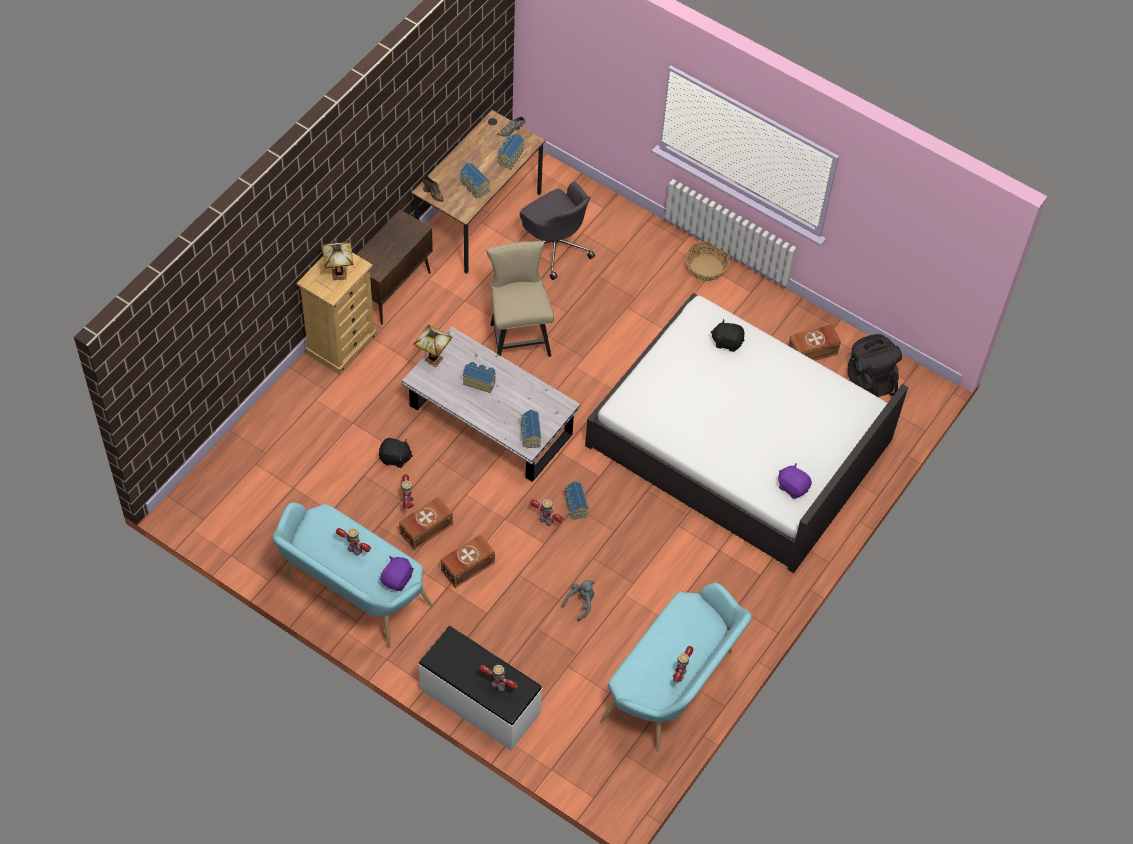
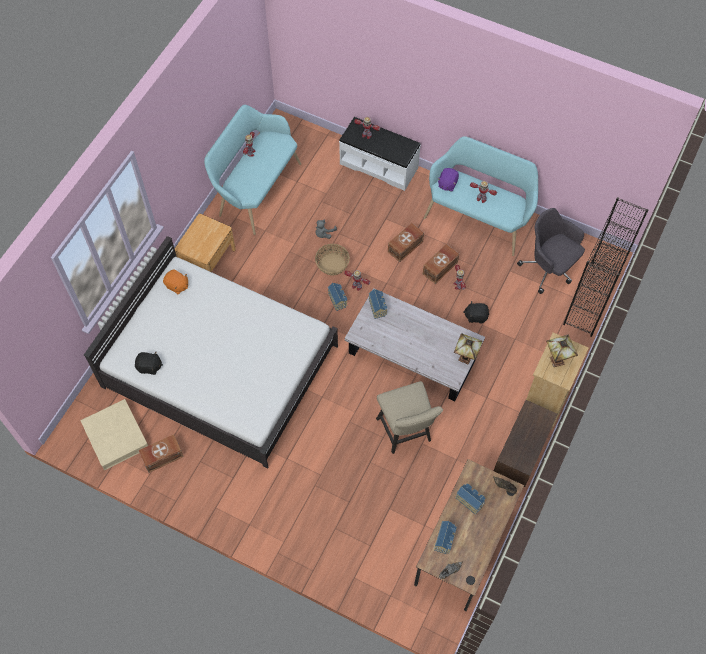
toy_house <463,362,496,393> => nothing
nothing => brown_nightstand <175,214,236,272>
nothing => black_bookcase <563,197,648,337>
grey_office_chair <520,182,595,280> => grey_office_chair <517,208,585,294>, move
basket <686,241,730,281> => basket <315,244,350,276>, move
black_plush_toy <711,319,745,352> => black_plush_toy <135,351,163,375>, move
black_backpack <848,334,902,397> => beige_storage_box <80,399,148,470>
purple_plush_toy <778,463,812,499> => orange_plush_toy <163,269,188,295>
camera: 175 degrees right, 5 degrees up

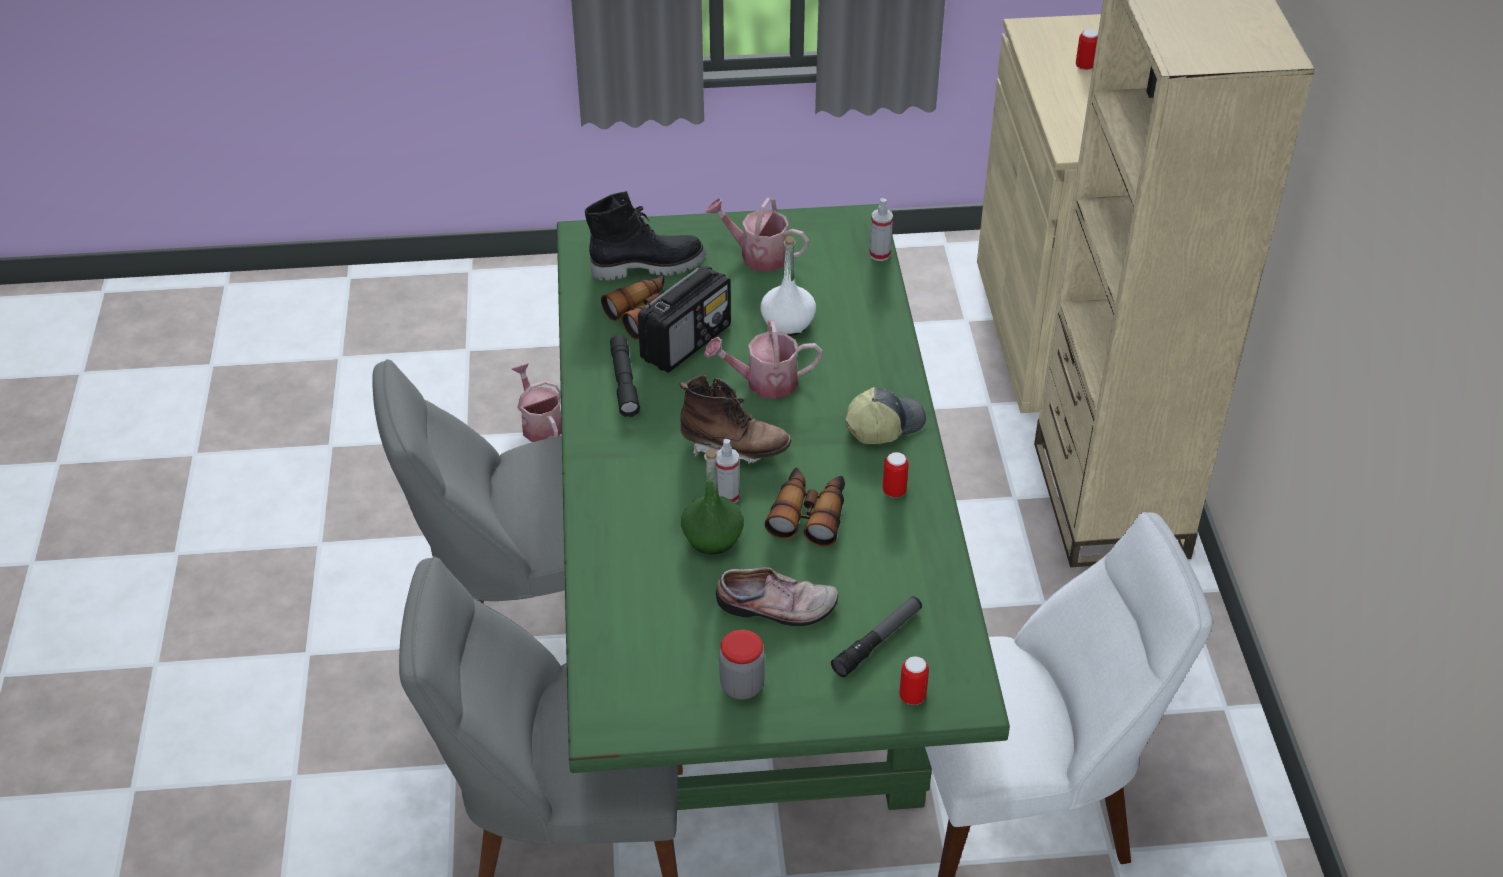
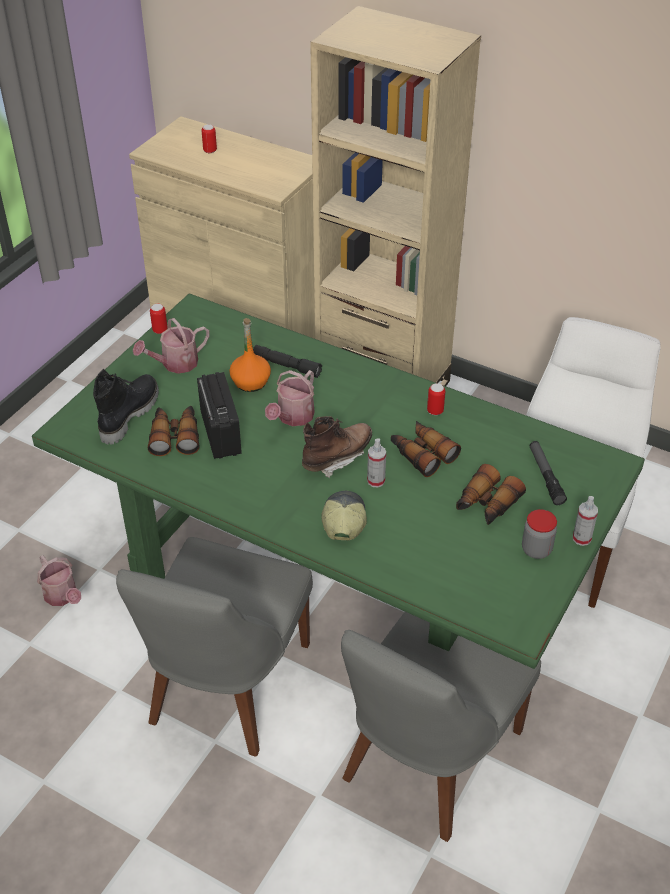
green_bottle <681,448,744,554> => nothing
black_flashlight <610,335,640,417> => black_flashlight <253,345,322,378>, move
cap <845,387,926,444> => cap <321,491,367,540>, move
spray_bottle <869,198,893,261> => spray_bottle <573,496,598,546>, move
can <899,656,929,705> => can <150,304,168,334>, move
shoe <716,567,838,626> => binoculars <456,464,526,525>
white_bottle <761,236,816,336> => orange_bottle <229,318,271,392>
watering_can <512,363,562,442> => watering_can <37,555,81,606>, 135 degrees counterclockwise
camera: 55 degrees left, 0 degrees up

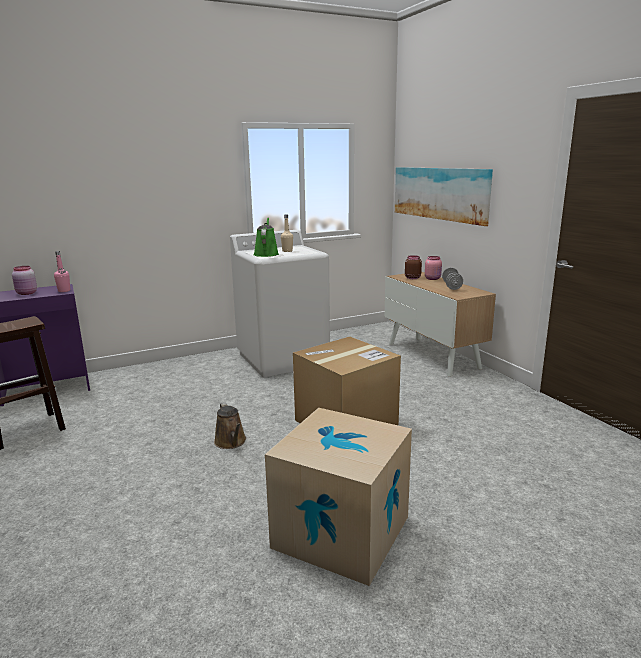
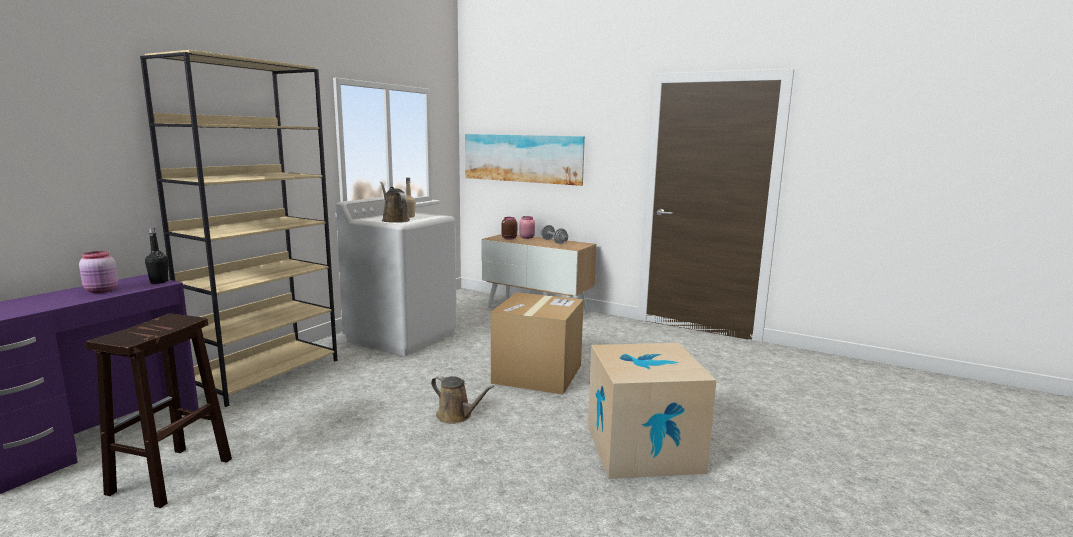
nothing => beige_bookcase <140,50,338,407>
pink_bottle <54,251,70,292> => black_bottle <145,228,168,284>
green_watering_can <253,217,279,257> => brown_watering_can <380,182,410,223>
camera: 35 degrees left, 5 degrees down

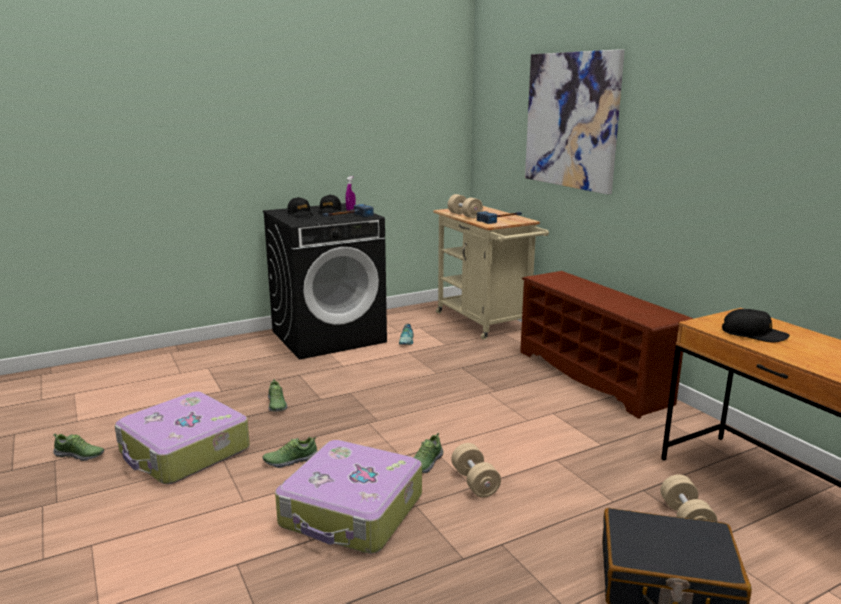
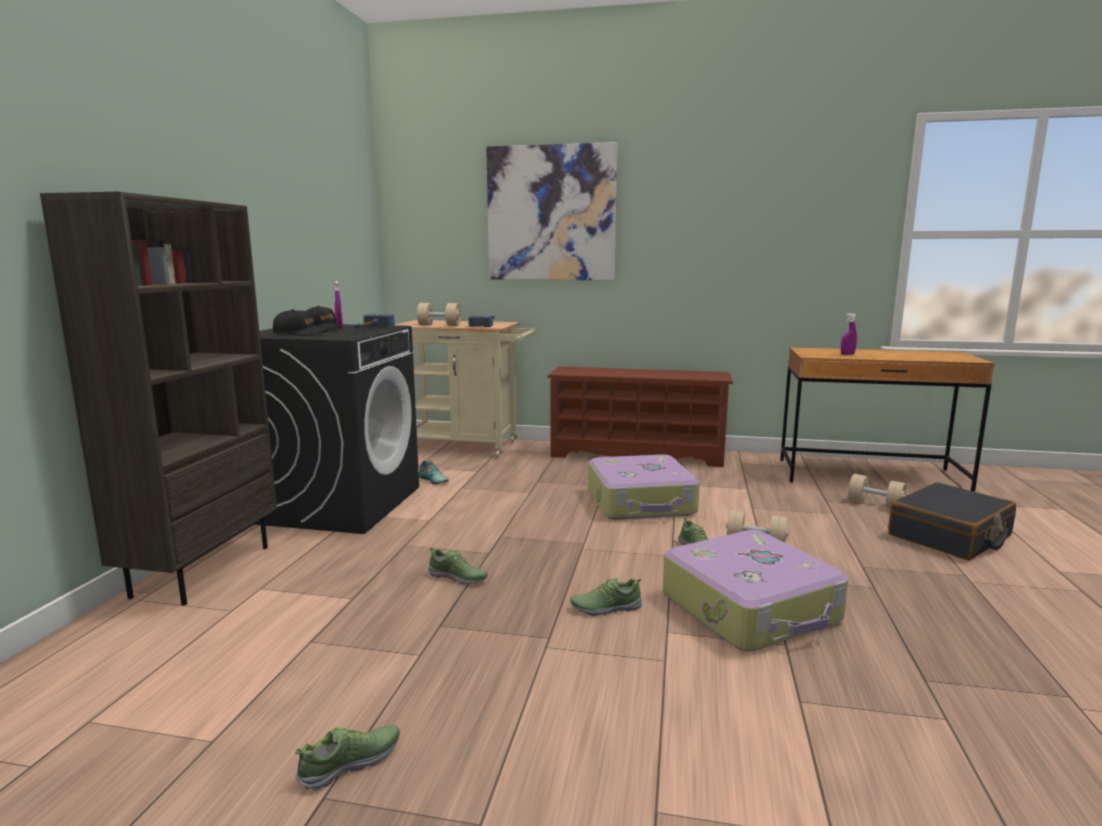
nothing => brown_bookcase <40,192,277,605>
suitcase <115,391,250,484> => suitcase <588,454,700,520>, move
black_cap <722,309,790,342> => purple_spray_bottle <841,313,857,355>
shoe <263,437,317,468> => shoe <570,578,642,616>, 60 degrees clockwise
camera: 50 degrees left, 5 degrees down

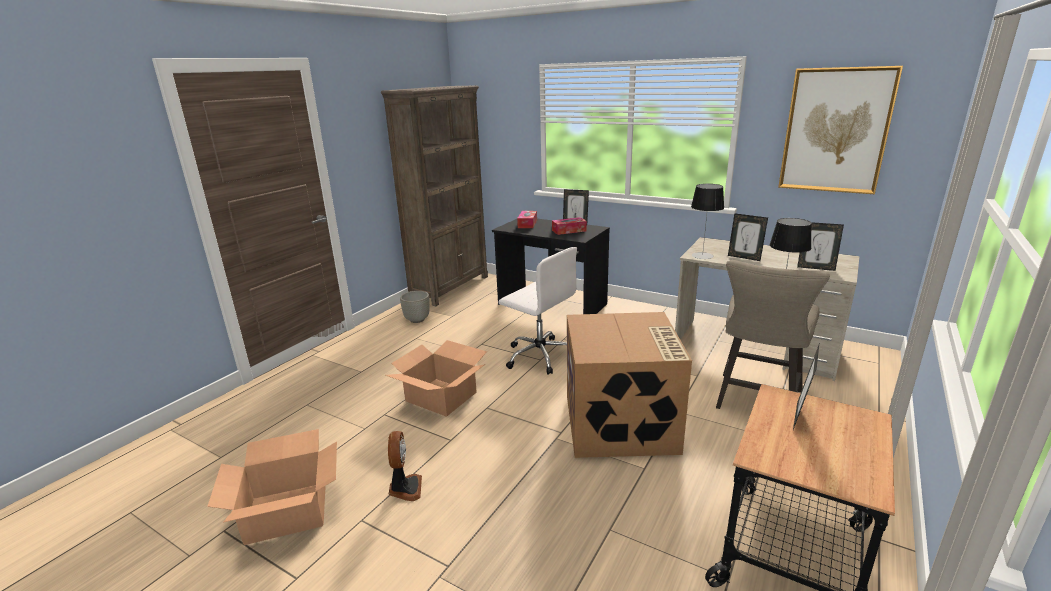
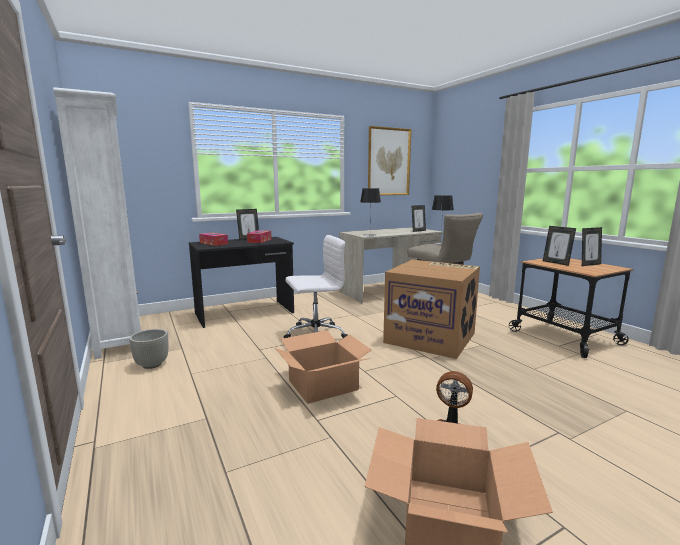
picture_frame <728,213,768,261> => picture_frame <582,227,602,266>, move
brown_bookcase <381,86,488,306> => white_bookcase <53,87,141,359>
camera: 60 degrees left, 10 degrees down

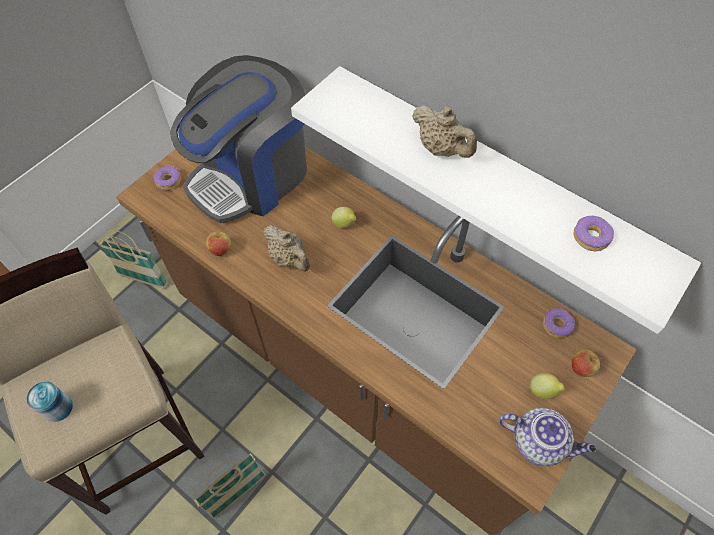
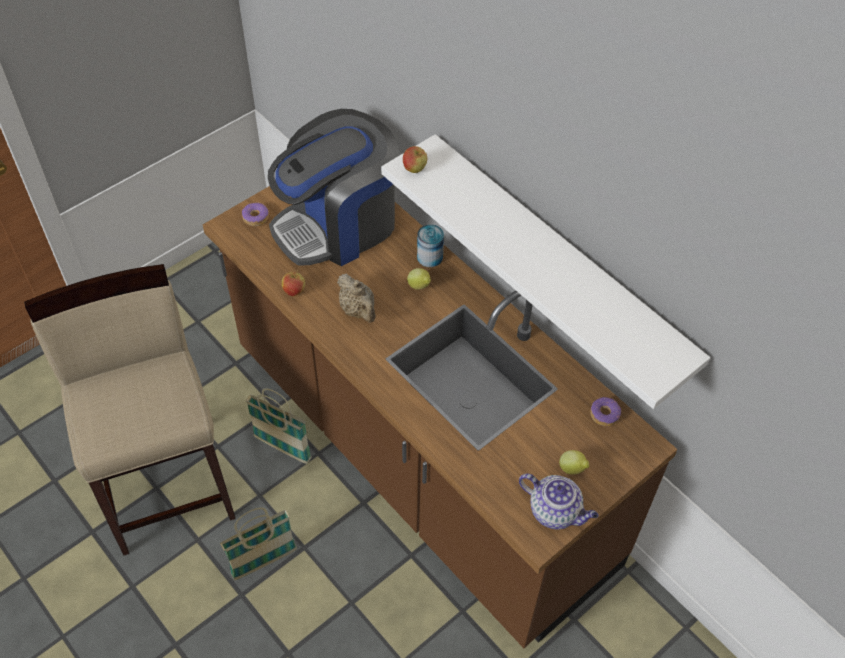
beige_teapot <412,105,477,158> => nothing
donut <574,216,614,251> => nothing
can <27,381,73,422> => can <417,224,444,267>, move
basket <98,230,168,289> => basket <245,388,312,464>, move
apple <571,350,602,377> => apple <403,146,427,173>, move
camera: 10 degrees right, 5 degrees down

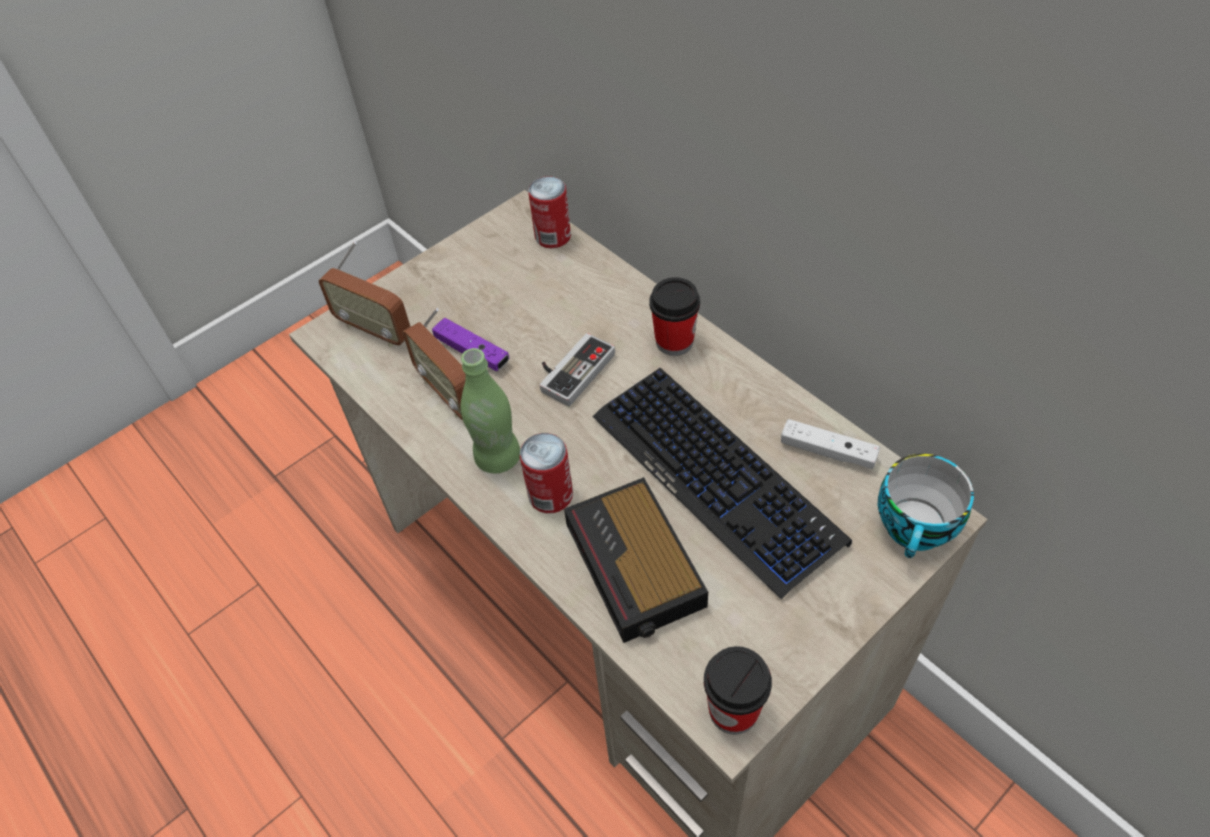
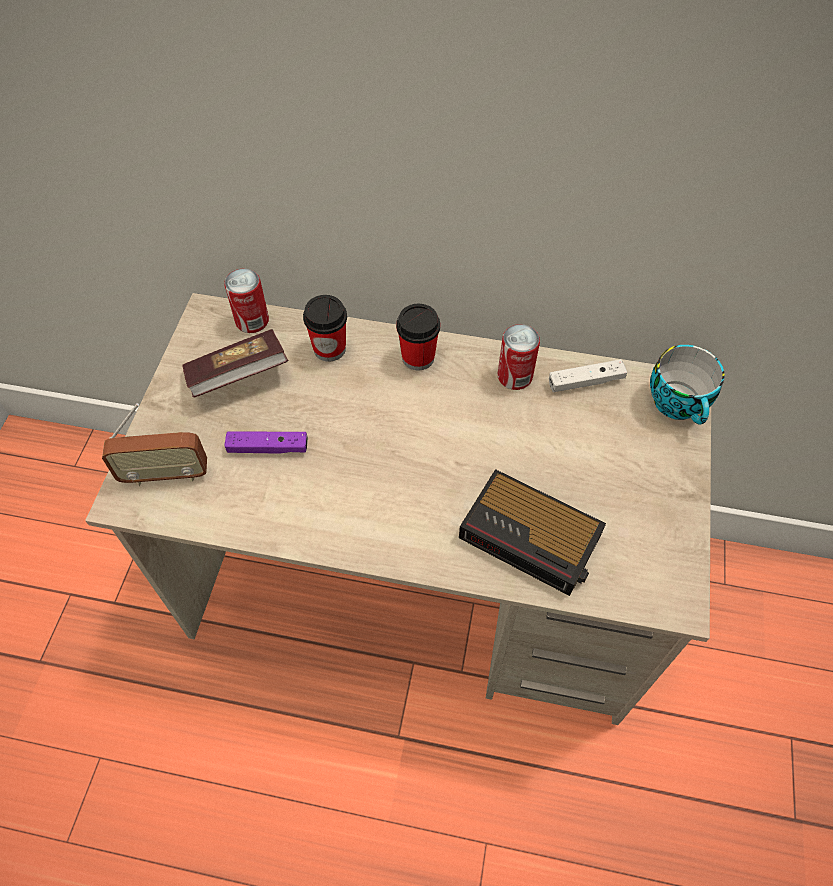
radio <403,308,466,420> => nothing
green_bottle <460,348,520,473> => nothing
game_controller <540,333,615,406> => nothing
keyboard <593,368,852,599> => nothing
nothing => book <182,329,288,397>
can <519,433,573,513> => can <498,324,540,390>, move
cup <704,646,772,735> => cup <303,295,347,362>, move
camera: 40 degrees left, 5 degrees up

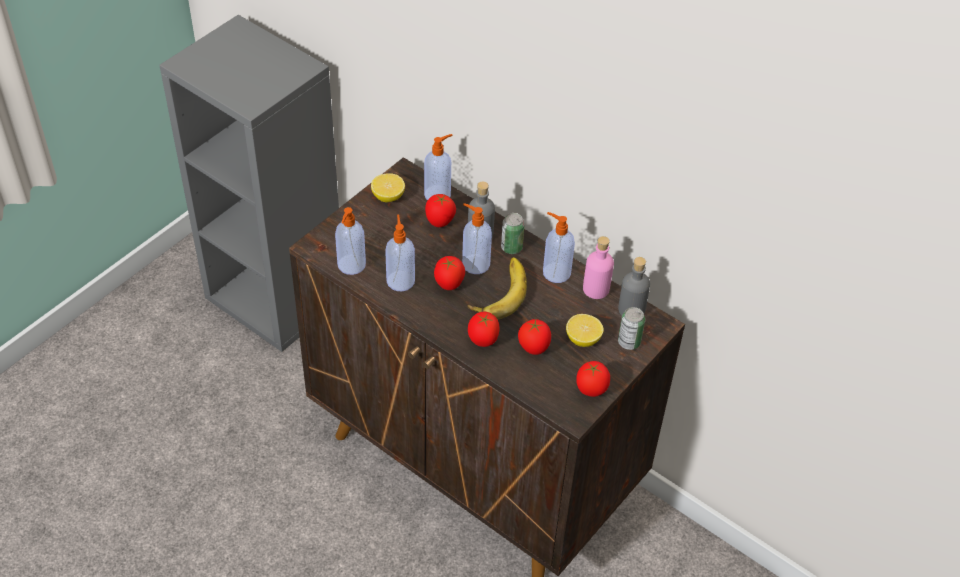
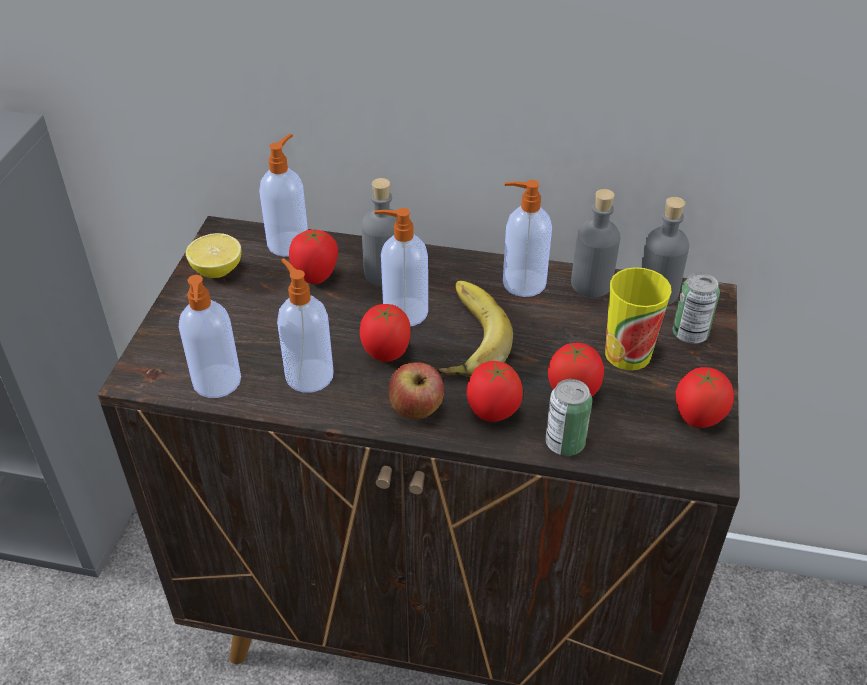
nothing => apple <389,362,444,419>
can <501,213,525,254> => can <545,379,592,456>, move
lemon <566,314,604,347> => cup <605,267,671,371>
pink_bottle <583,236,614,299> => grey_bottle <571,189,620,298>
camera: 25 degrees left, 5 degrees down

